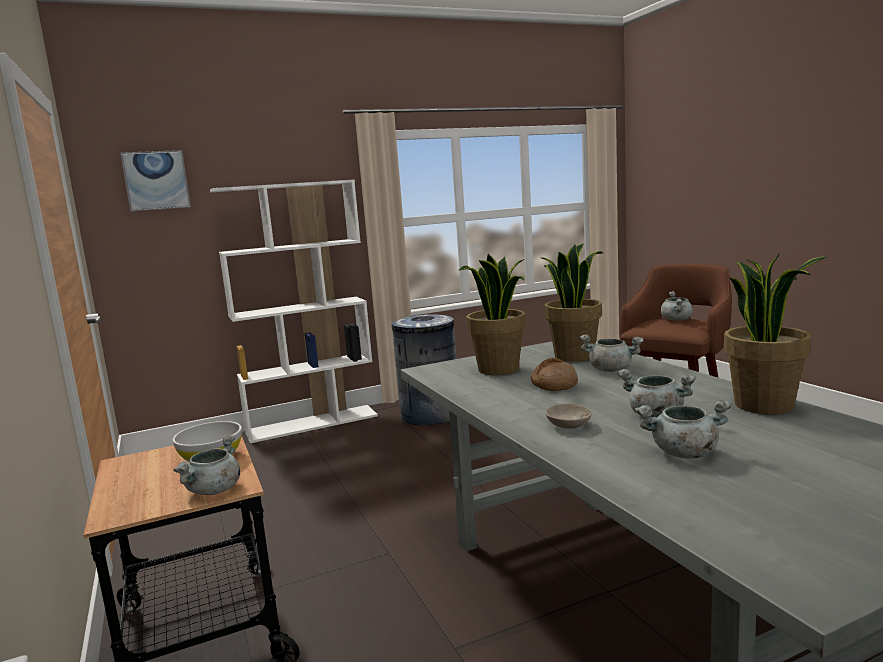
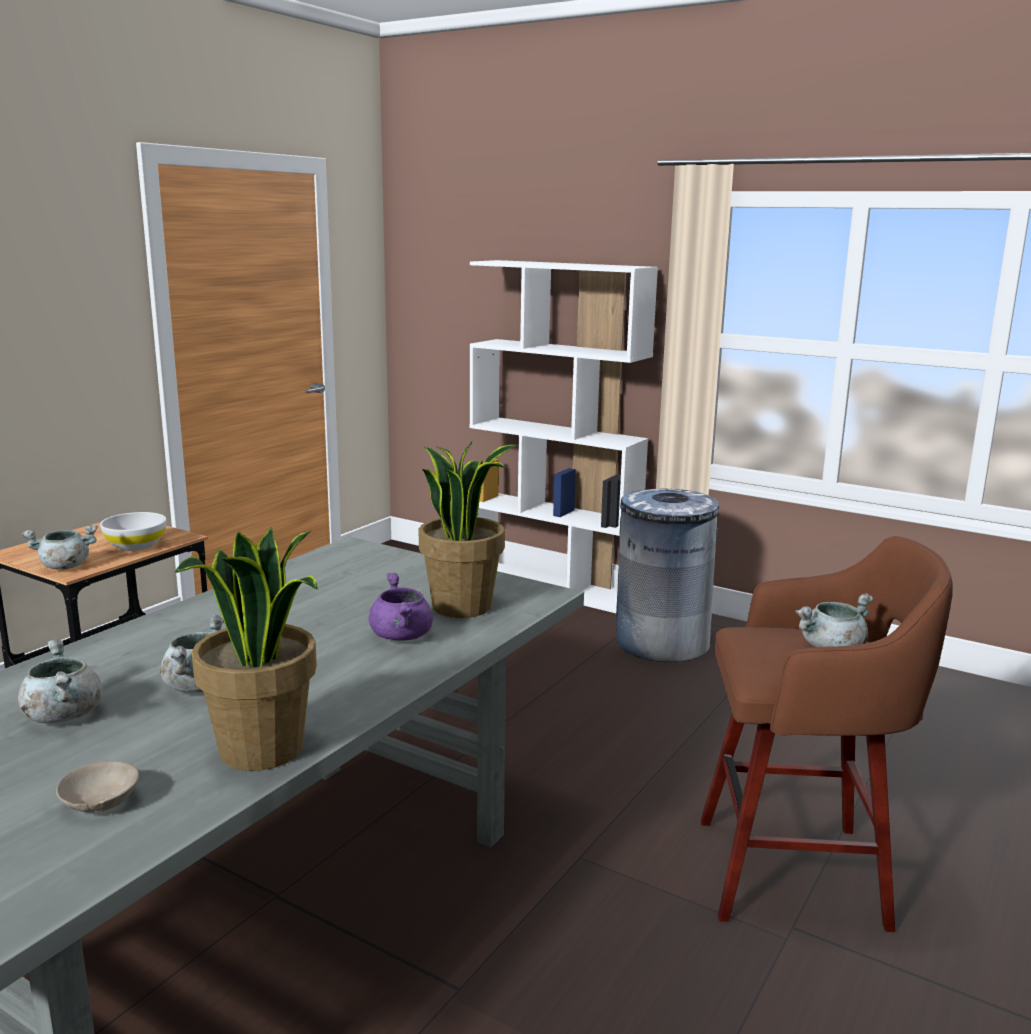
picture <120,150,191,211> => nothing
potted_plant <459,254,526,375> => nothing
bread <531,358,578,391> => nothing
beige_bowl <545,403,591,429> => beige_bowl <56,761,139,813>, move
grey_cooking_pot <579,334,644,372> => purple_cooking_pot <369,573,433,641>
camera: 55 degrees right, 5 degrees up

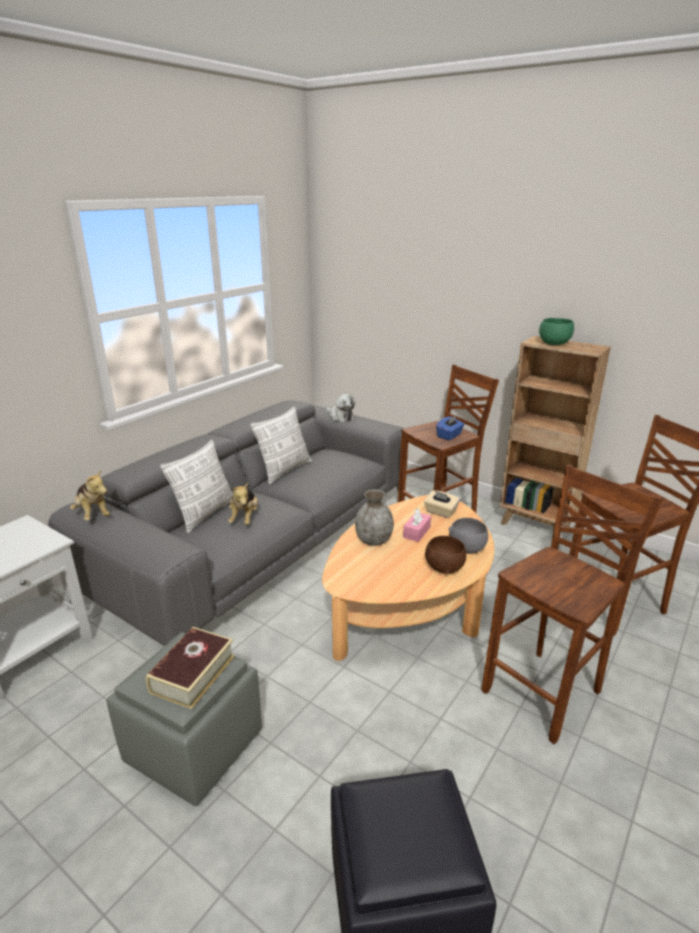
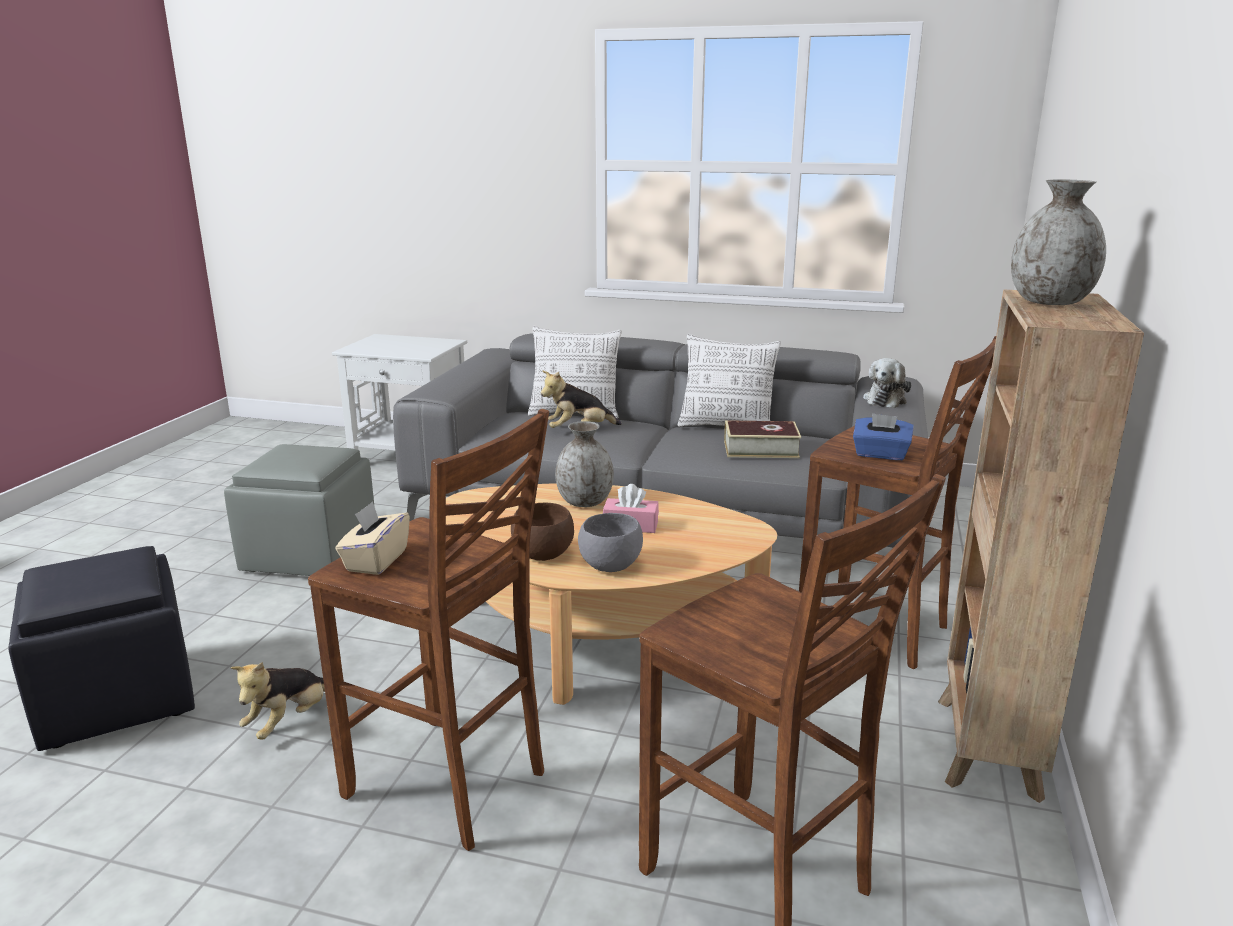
plush_toy <70,470,110,521> => plush_toy <230,662,325,740>, move
book <146,627,235,709> => book <724,420,801,458>, move
beige_tissue_box <424,490,460,518> => beige_tissue_box <335,501,410,575>, move
green_bowl <539,318,574,345> => grey_vase <1011,180,1106,305>
camera: 70 degrees right, 5 degrees down

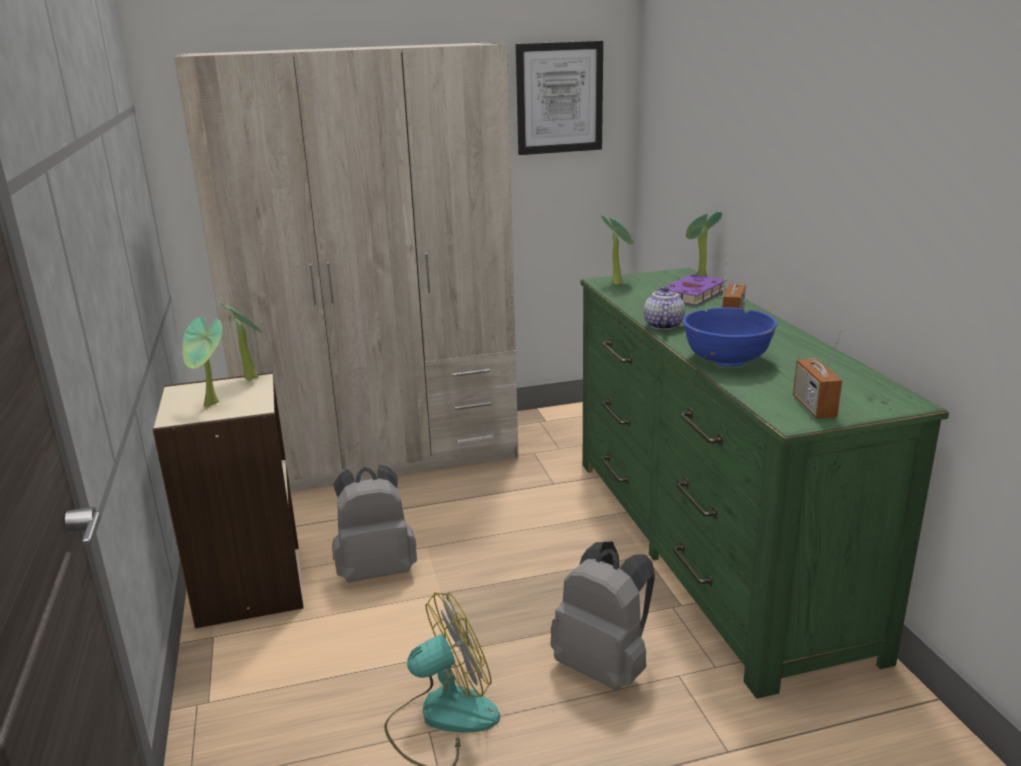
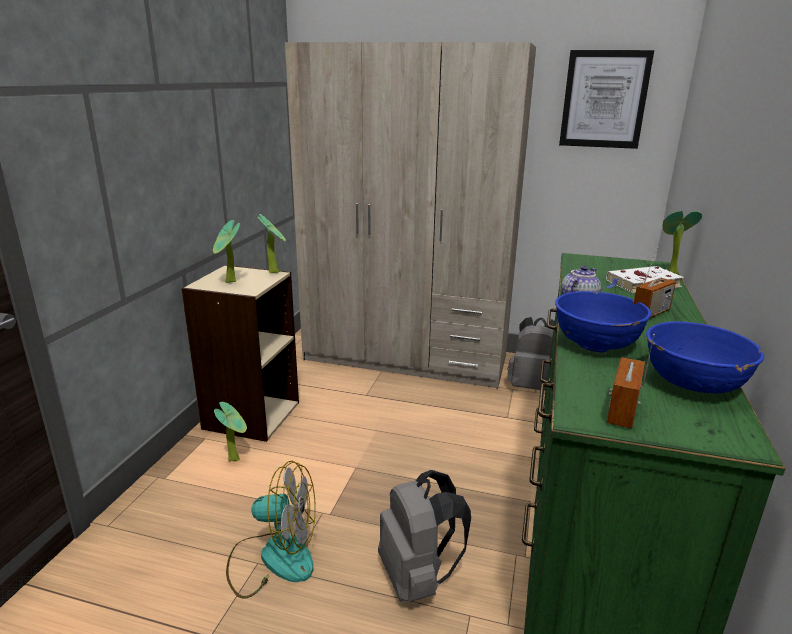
nothing => blue_bowl <646,321,764,394>
grey_backpack <332,464,417,582> => grey_backpack <507,317,555,391>, move
potted_plant <601,215,633,285> => potted_plant <214,402,247,461>, move
purple_book <658,274,727,306> => white_book <605,266,684,293>
camera: 30 degrees right, 0 degrees up

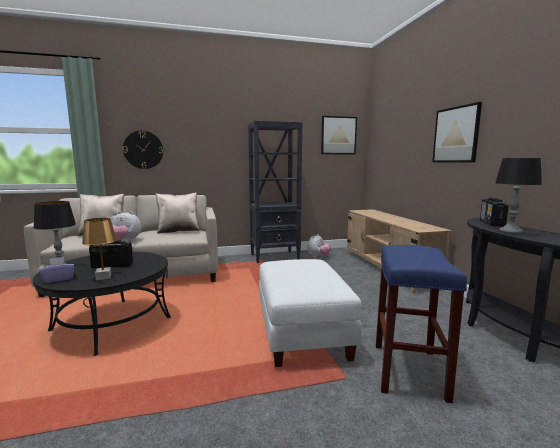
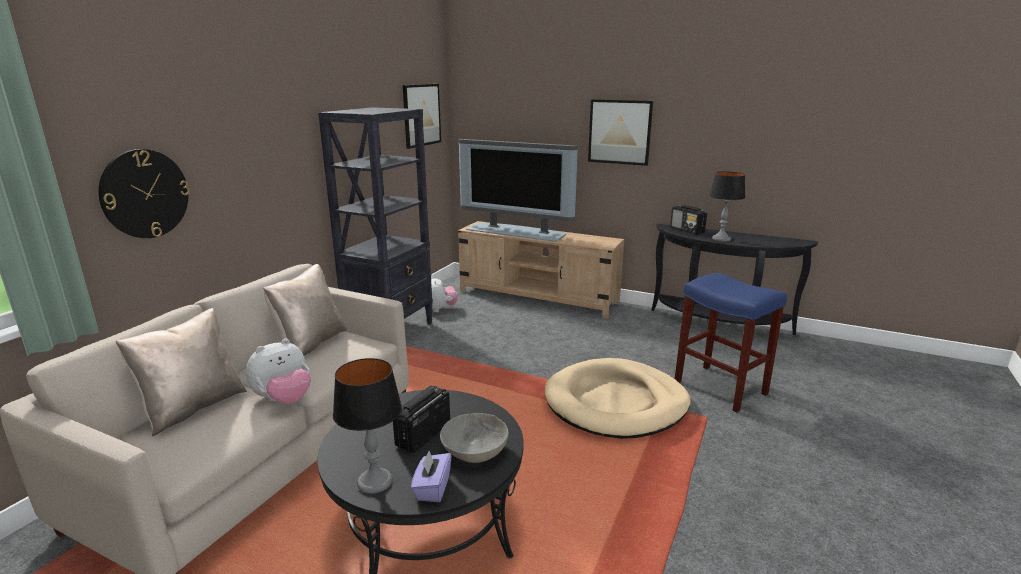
nothing => television <459,139,578,242>
brown_table_lamp <82,218,117,280> => grey_bowl <440,413,509,463>
white_ottoman <259,259,362,367> => beige_dog_bed <545,358,691,439>
camera: 50 degrees left, 10 degrees up

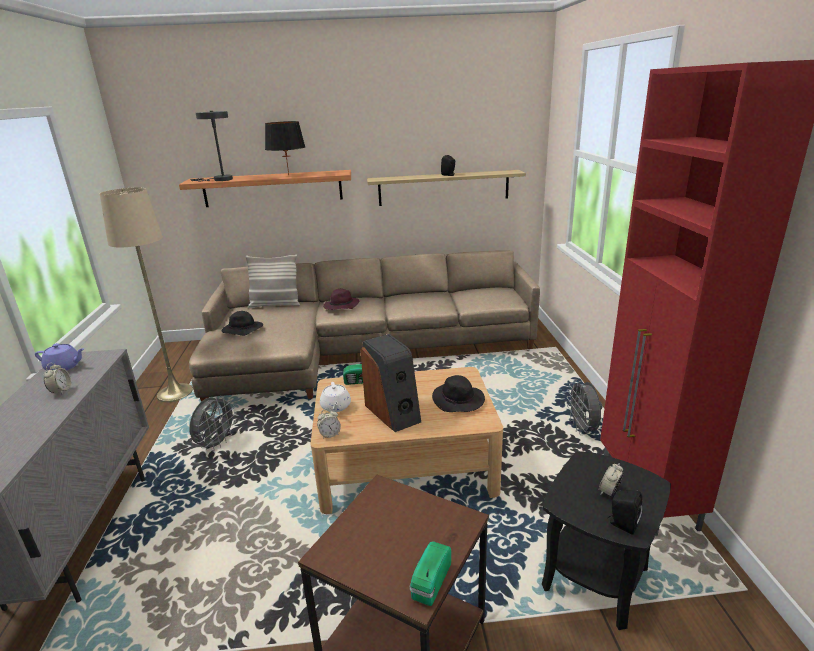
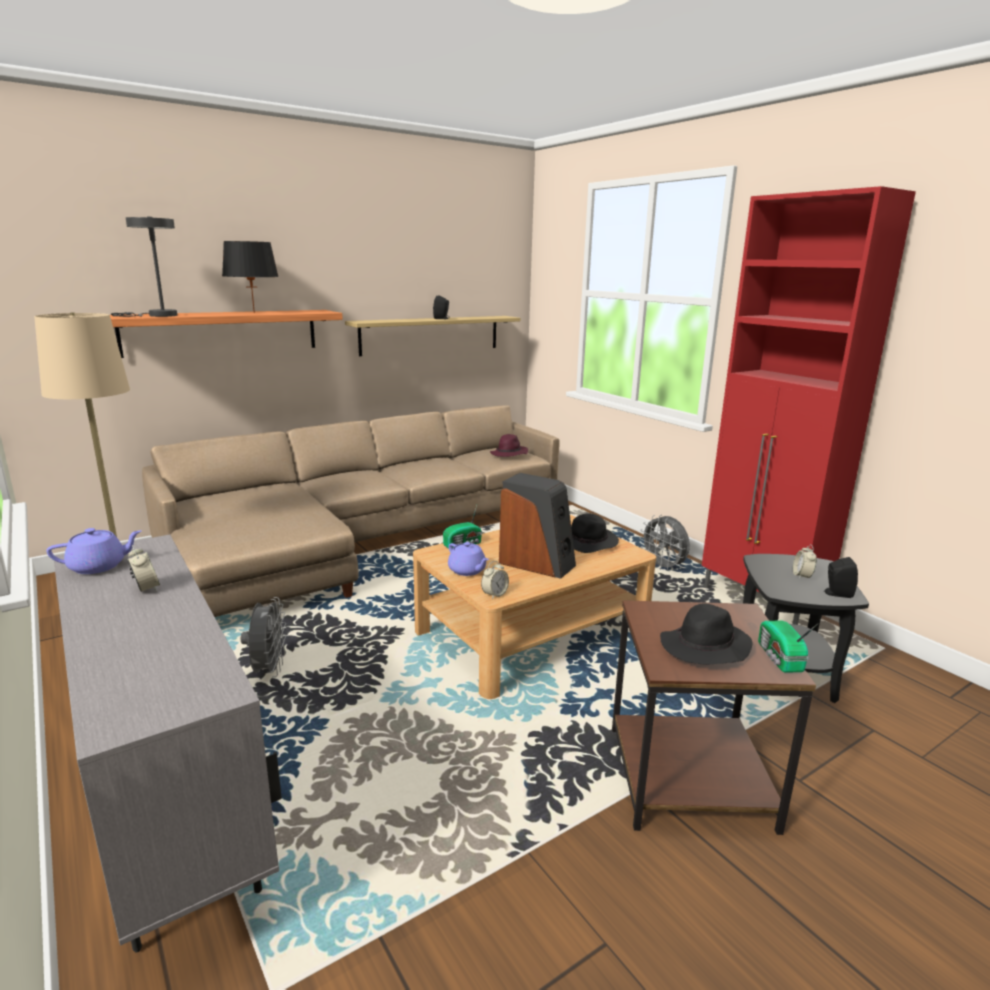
pillow <246,254,300,309> => nothing
black_hat <221,311,263,336> => black_hat <660,604,752,664>, move
purple_hat <323,289,360,310> => purple_hat <490,434,528,457>, move
white_teapot <320,382,351,412> => purple_teapot <448,542,489,576>
camera: 30 degrees left, 5 degrees down

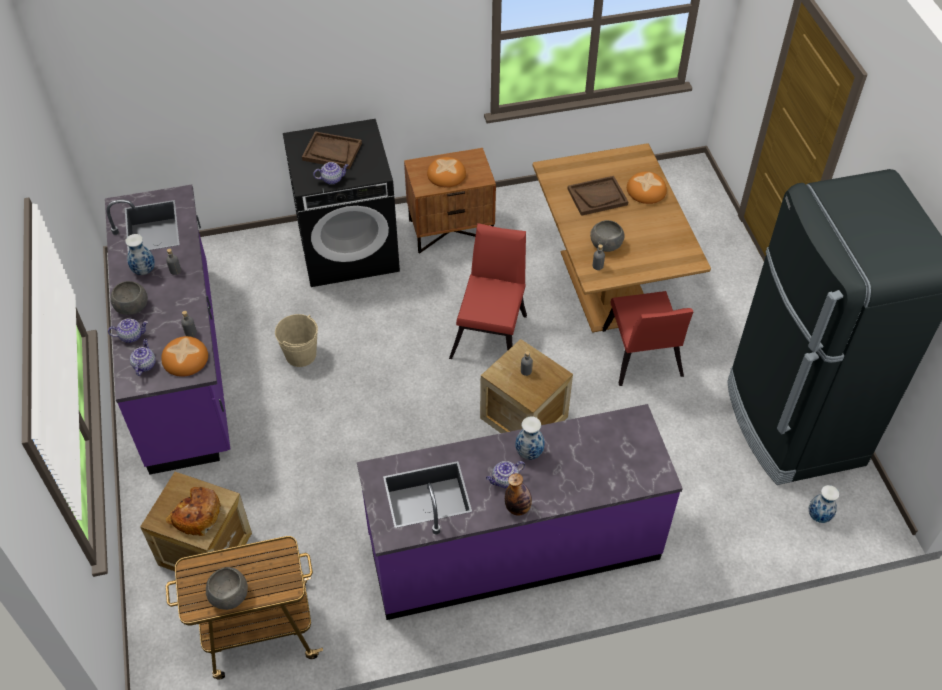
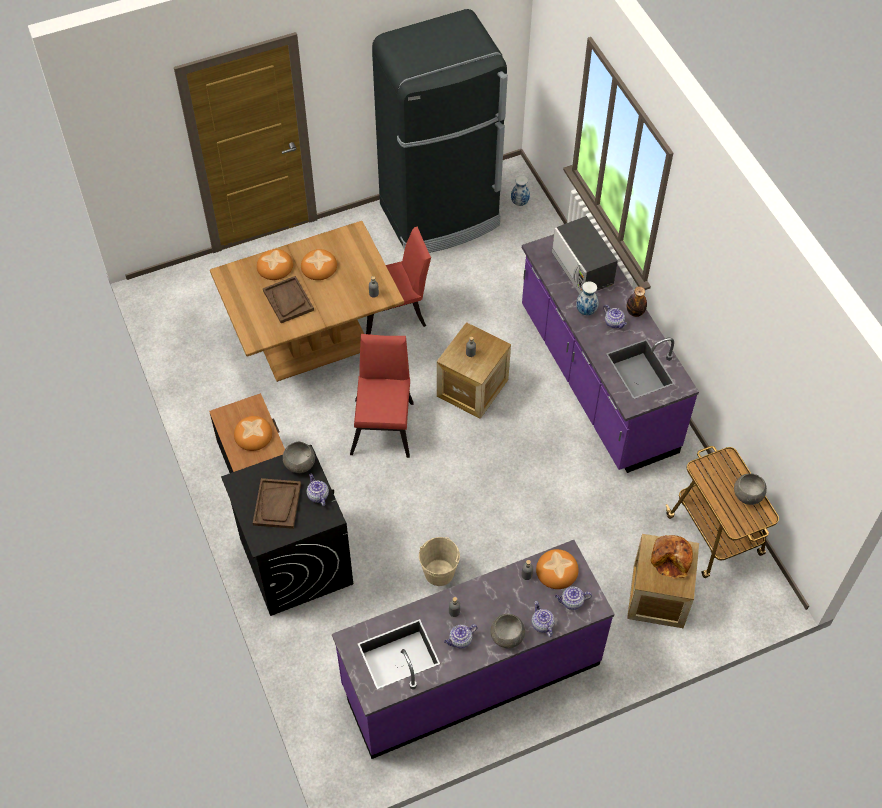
nothing => bread <301,249,337,280>
nothing => microwave <552,216,618,294>
grey_bowl <590,220,624,252> => grey_bowl <283,442,315,473>, move
vase <125,234,155,275> => teapot <444,624,477,649>
red_chair <449,223,527,359> => red_chair <350,334,414,458>, 90 degrees clockwise
camera: 100 degrees left, 5 degrees up

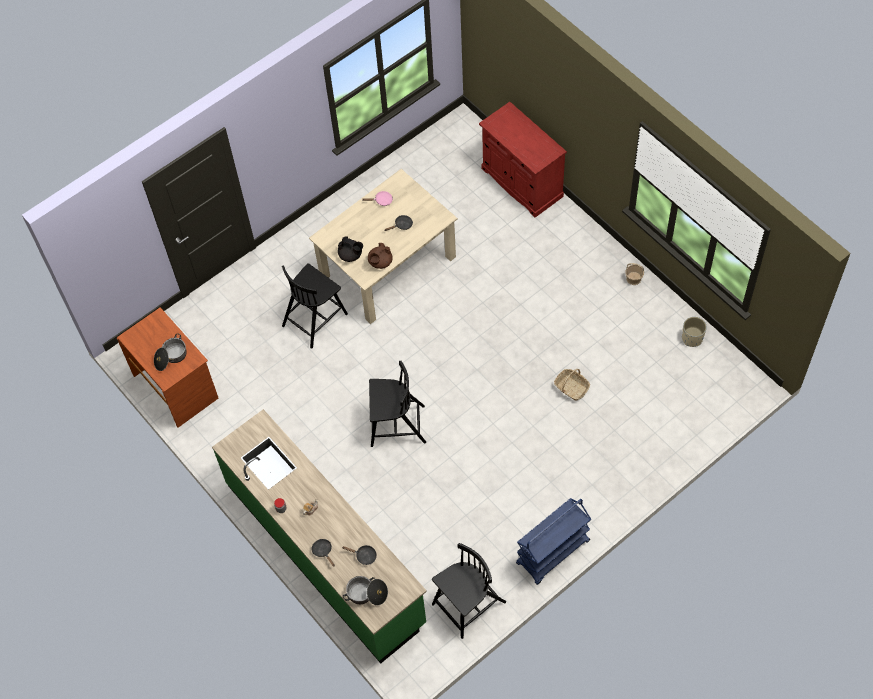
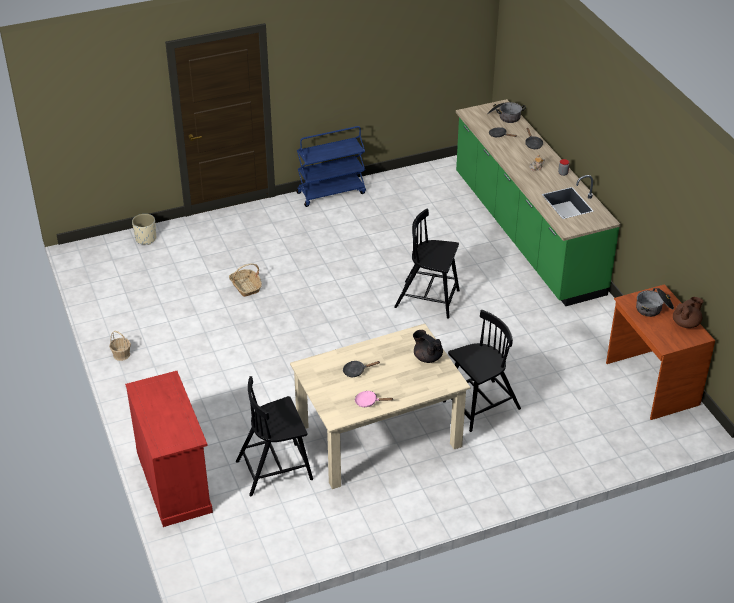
brown_teapot <368,243,393,269> => brown_teapot <673,297,704,328>, move
black_chair <432,543,506,639> => black_chair <236,376,313,496>, move
beige_planter <682,317,707,347> => beige_planter <132,214,156,245>, move
camera: 165 degrees left, 20 degrees down

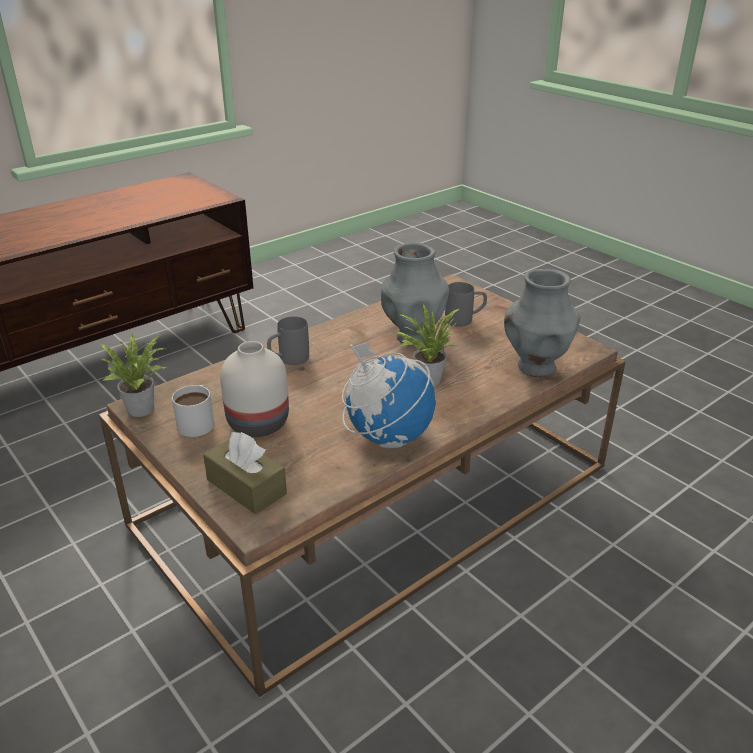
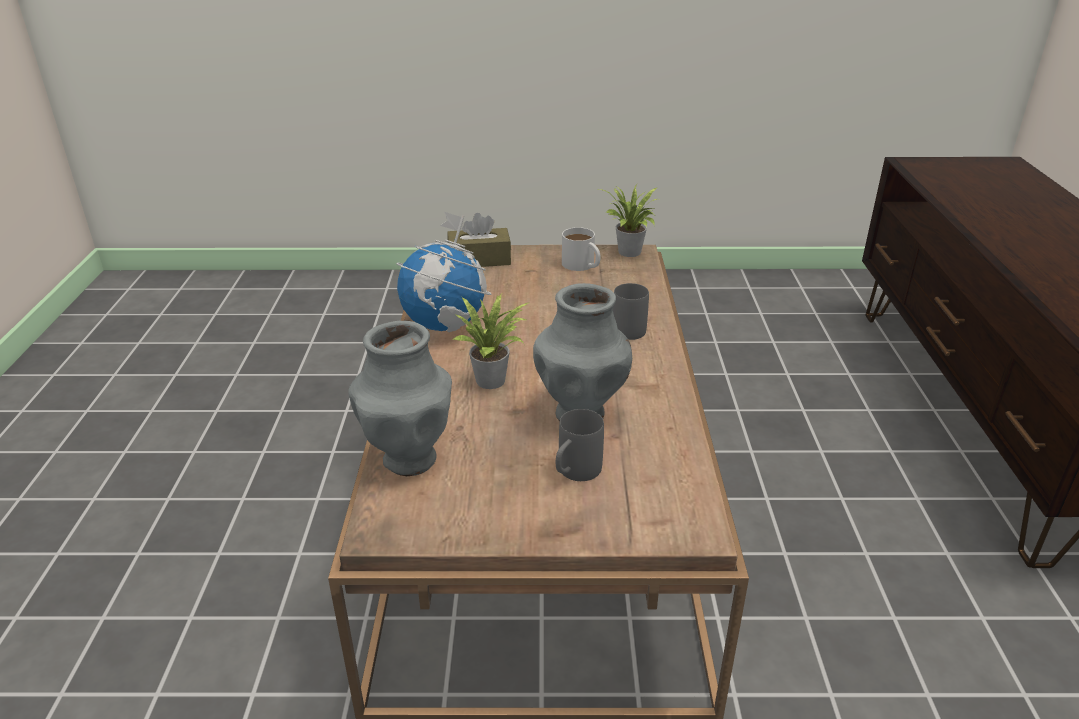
white_vase <220,341,289,437> => nothing
camera: 130 degrees right, 0 degrees up

